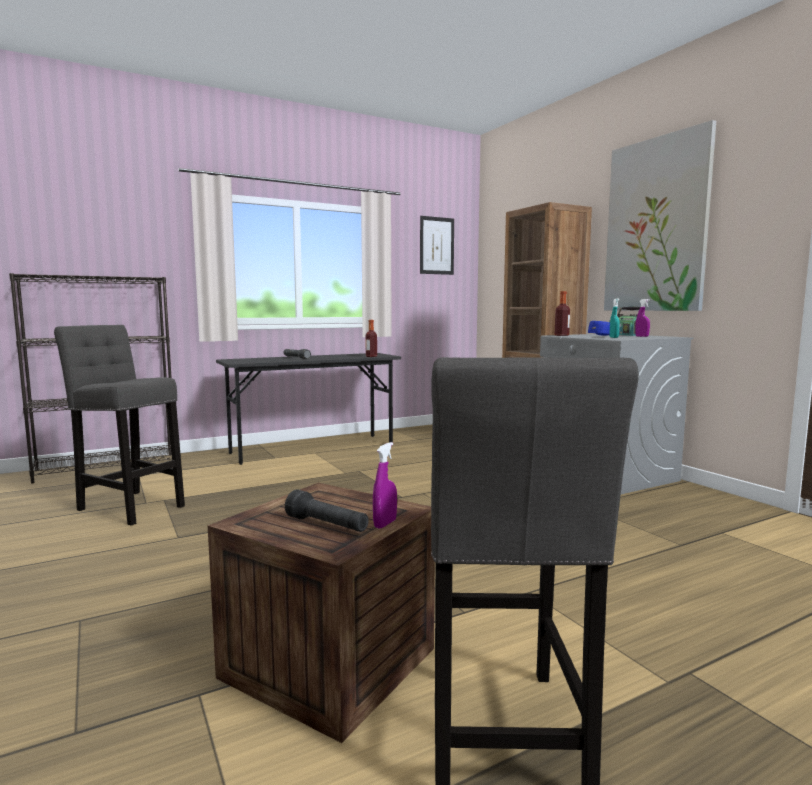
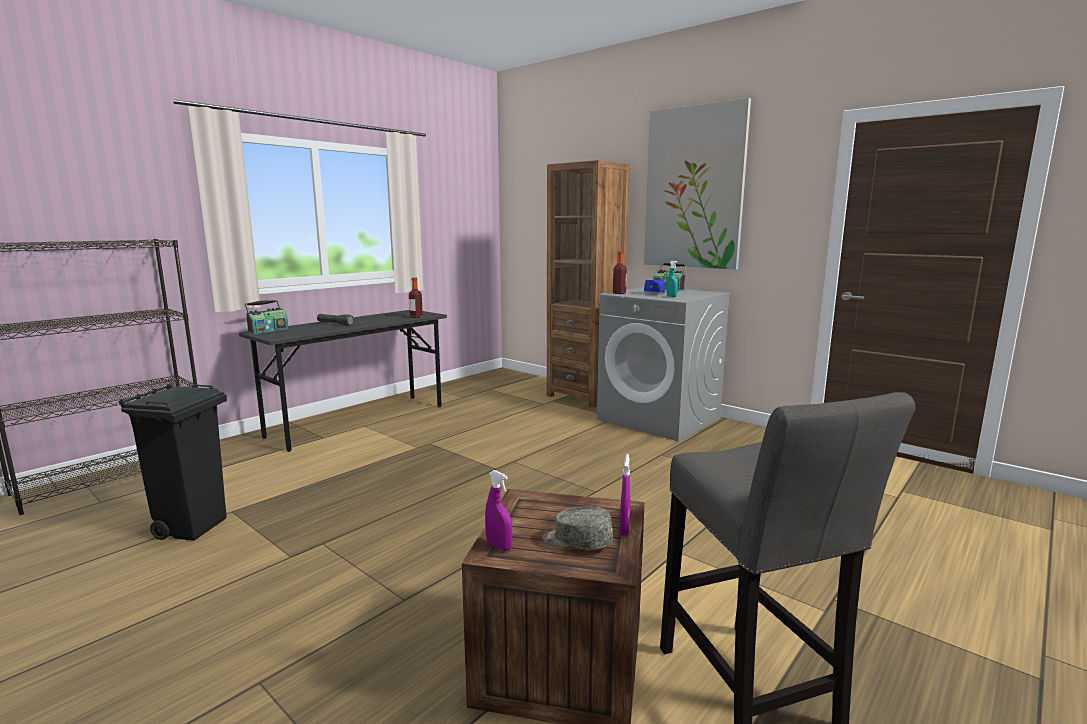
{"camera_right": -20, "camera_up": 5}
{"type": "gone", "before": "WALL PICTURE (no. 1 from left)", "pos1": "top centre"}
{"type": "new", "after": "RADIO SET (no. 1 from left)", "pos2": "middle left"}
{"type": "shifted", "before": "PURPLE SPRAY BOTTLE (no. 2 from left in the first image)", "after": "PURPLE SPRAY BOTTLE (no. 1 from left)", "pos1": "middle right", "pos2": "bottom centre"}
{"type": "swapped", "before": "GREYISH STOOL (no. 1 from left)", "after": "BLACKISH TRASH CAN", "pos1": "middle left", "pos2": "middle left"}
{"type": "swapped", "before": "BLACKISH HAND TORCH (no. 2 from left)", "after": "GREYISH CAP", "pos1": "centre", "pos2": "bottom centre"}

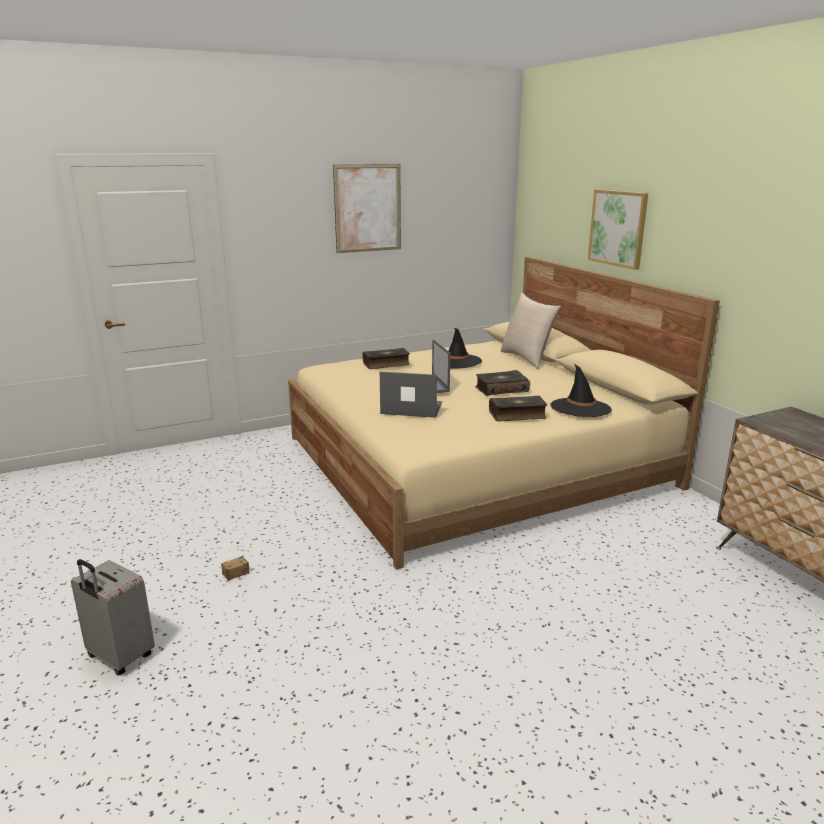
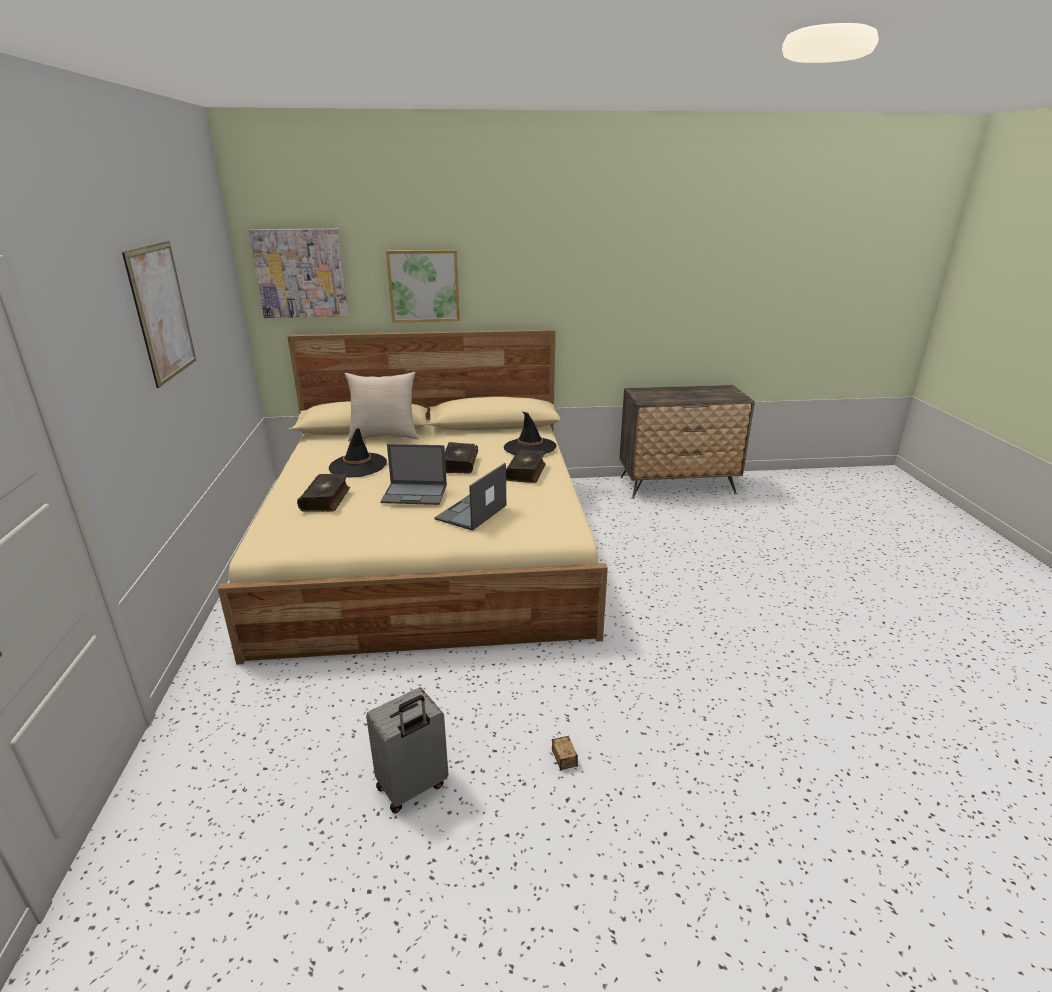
{"camera_right": -70, "camera_up": 5}
{"type": "new", "after": "WALL PICTURE (no. 2 from left)", "pos2": "top left"}
{"type": "shifted", "before": "GREYISH PIECE OF LUGGAGE", "pos1": "bottom left", "pos2": "bottom centre"}

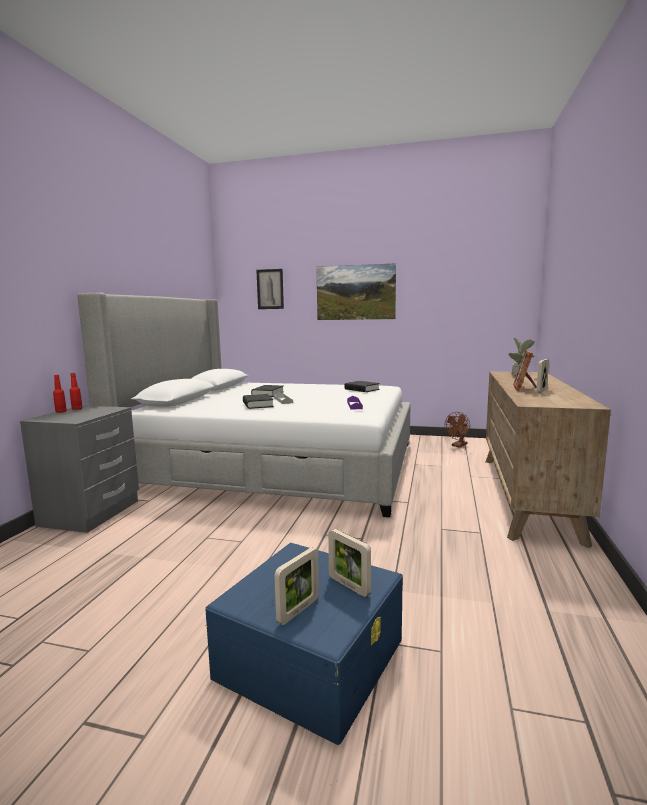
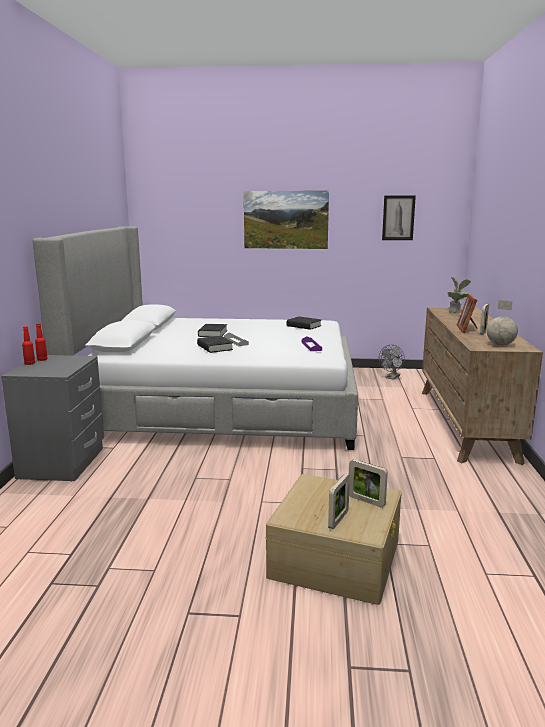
{"camera_right": -10, "camera_up": 5}
{"type": "new", "after": "WORLD GLOBE", "pos2": "middle right"}
{"type": "shifted", "before": "WALL PICTURE (no. 1 from left in the first image)", "after": "WALL PICTURE (no. 2 from left)", "pos1": "centre", "pos2": "top right"}
{"type": "repainted", "before": "BLUE STORAGE BOX", "after": "BEIGE STORAGE BOX", "pos1": "bottom centre", "pos2": "bottom centre"}
{"type": "repainted", "before": "BROWNISH FAN", "after": "GREYISH FAN", "pos1": "middle right", "pos2": "middle right"}

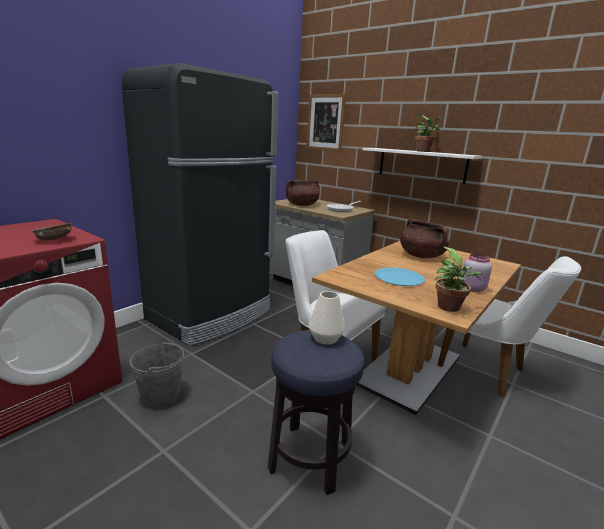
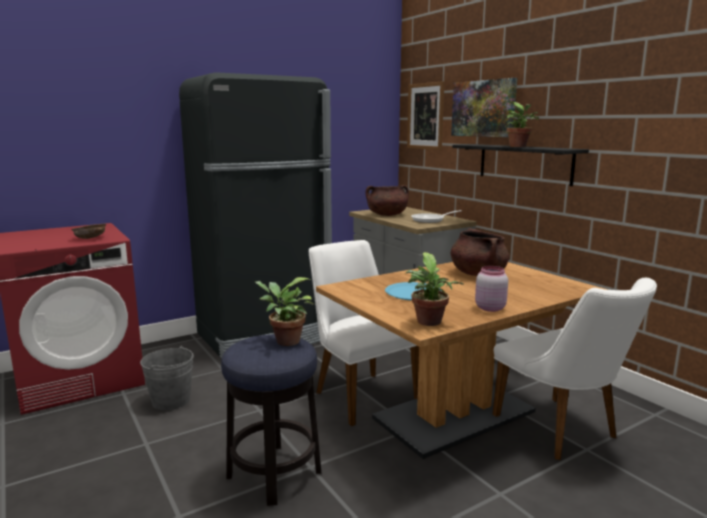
{"camera_right": 20, "camera_up": -5}
{"type": "new", "after": "WALL PICTURE (no. 2 from left)", "pos2": "top right"}
{"type": "swapped", "before": "WHITE-COLOURED FLOWER VASE", "after": "POTTED PLANT (no. 1 from left)", "pos1": "centre", "pos2": "centre"}
{"type": "repainted", "before": "WHITE-COLOURED WALL SHELF", "after": "BLACKISH WALL SHELF", "pos1": "top right", "pos2": "top right"}

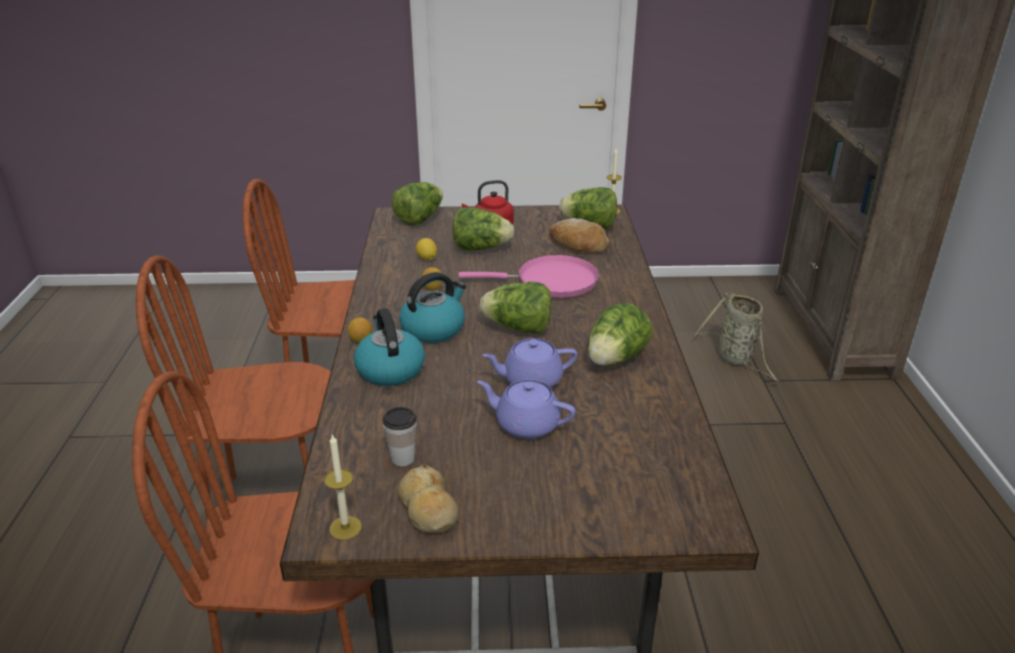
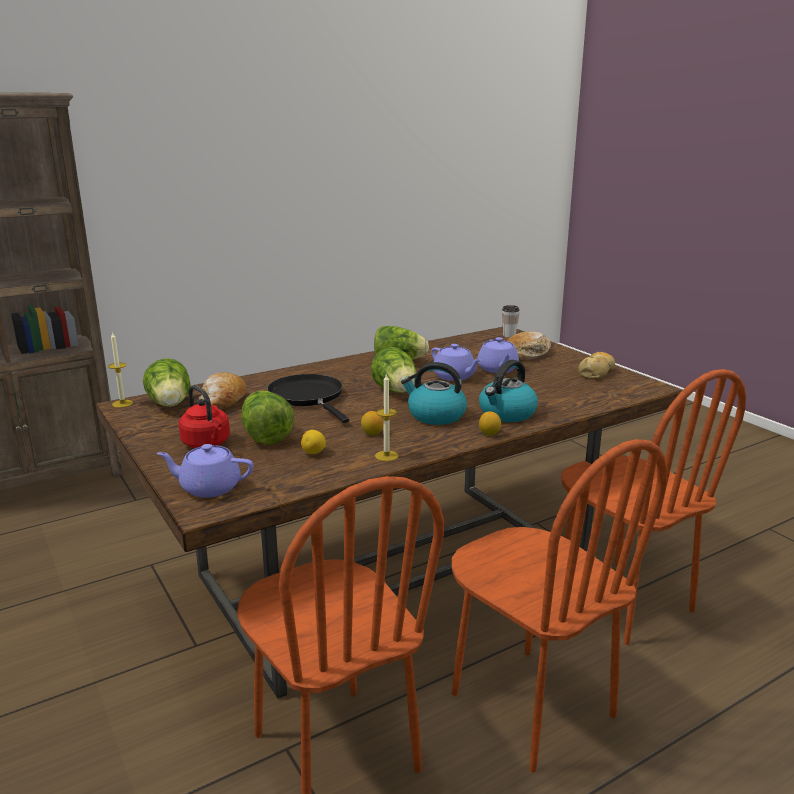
{"camera_right": -120, "camera_up": -10}
{"type": "gone", "before": "STORAGE BASKET", "pos1": "middle right"}
{"type": "new", "after": "BAKED BREAD (no. 2 from left)", "pos2": "centre"}
{"type": "shifted", "before": "WAX CANDLE (no. 1 from left in the first image)", "after": "WAX CANDLE (no. 2 from left)", "pos1": "bottom centre", "pos2": "centre"}
{"type": "shifted", "before": "DRINKING CUP", "pos1": "bottom centre", "pos2": "centre"}
{"type": "swapped", "before": "LETTUCE (no. 1 from left)", "after": "PURPLE TEA POT (no. 1 from left)", "pos1": "top centre", "pos2": "middle left"}
{"type": "repainted", "before": "PINK FRYING PAN", "after": "BLACKISH FRYING PAN", "pos1": "centre", "pos2": "centre"}

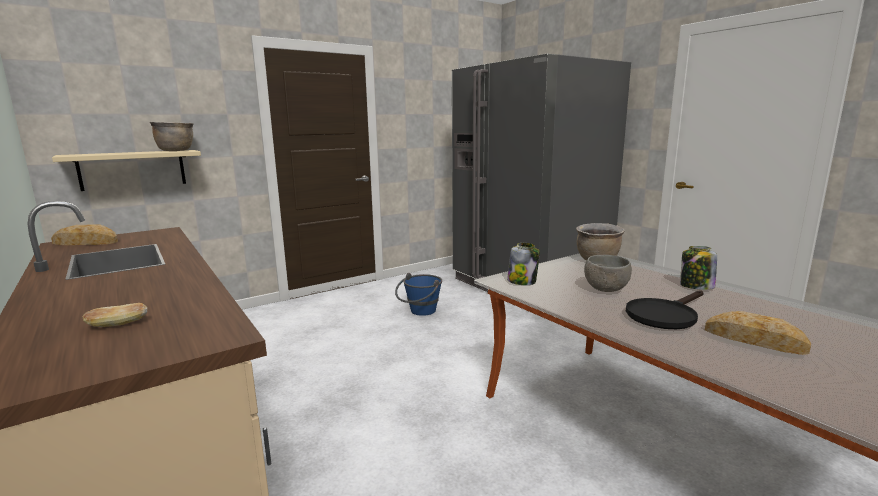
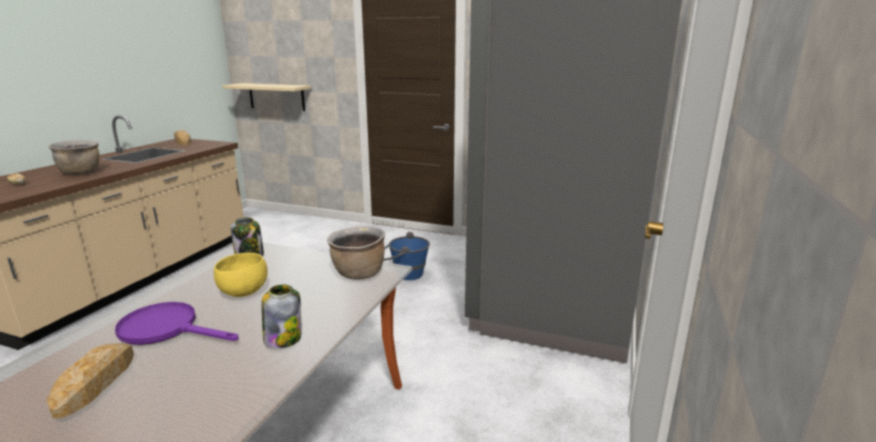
{"camera_right": 55, "camera_up": 5}
{"type": "shifted", "before": "BROWNISH SAUCEPOT (no. 1 from left)", "pos1": "top left", "pos2": "middle left"}
{"type": "repainted", "before": "GREYISH BOWL", "after": "YELLOWISH BOWL", "pos1": "middle right", "pos2": "middle left"}
{"type": "repainted", "before": "BLACKISH FRYING PAN", "after": "PURPLE FRYING PAN", "pos1": "middle right", "pos2": "bottom left"}

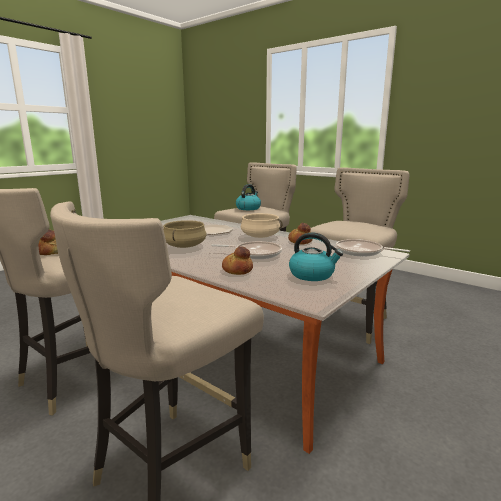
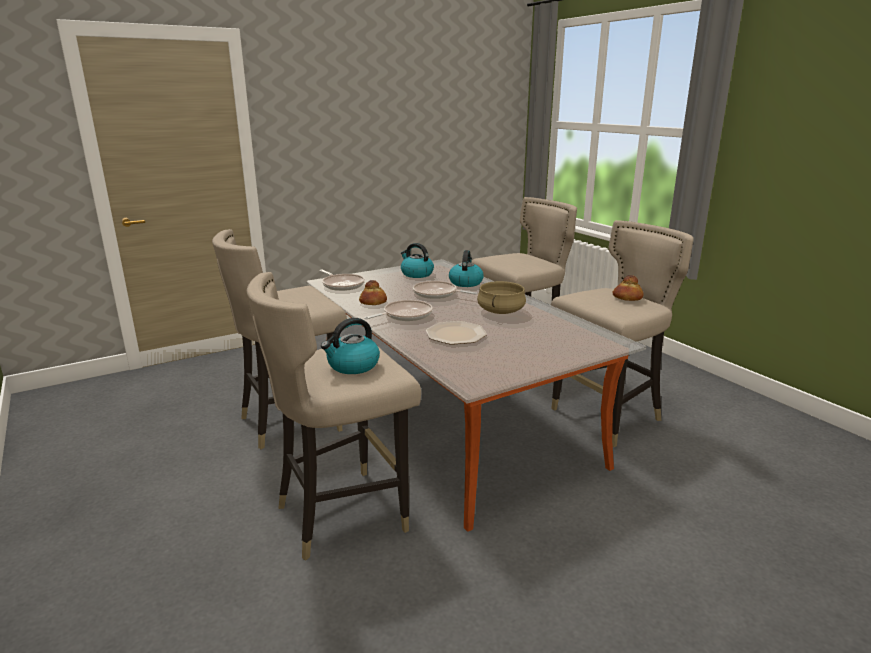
{"camera_right": -160, "camera_up": 5}
{"type": "swapped", "before": "BAKED BREAD (no. 2 from left)", "after": "TEA KETTLE (no. 3 from left)", "pos1": "centre", "pos2": "centre"}
{"type": "swapped", "before": "BEIGE SAUCEPOT (no. 2 from left)", "after": "FRYING PAN (no. 2 from left)", "pos1": "centre", "pos2": "centre"}

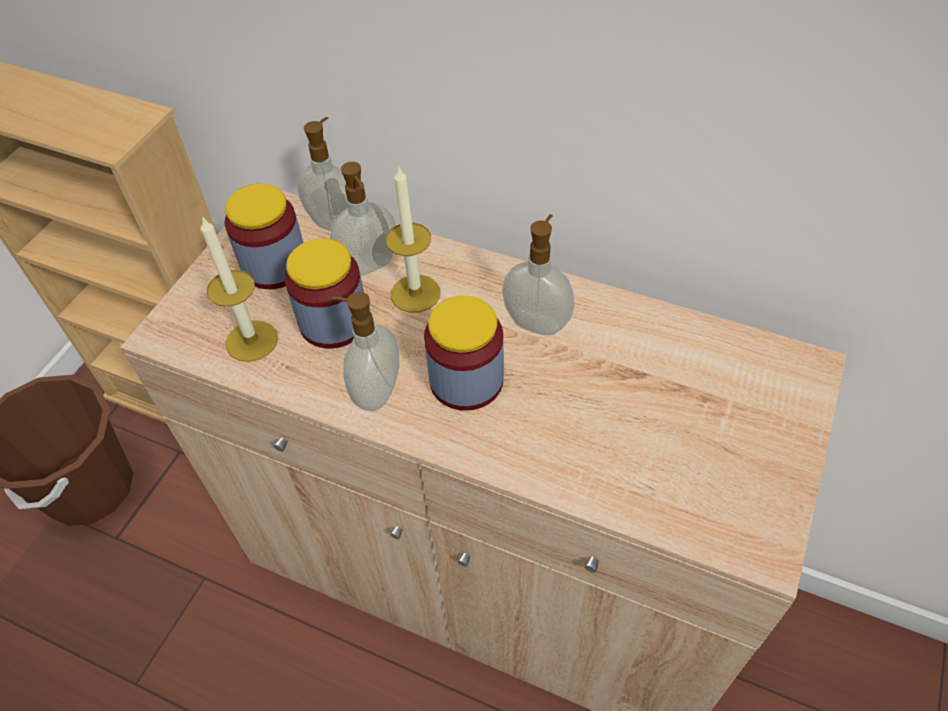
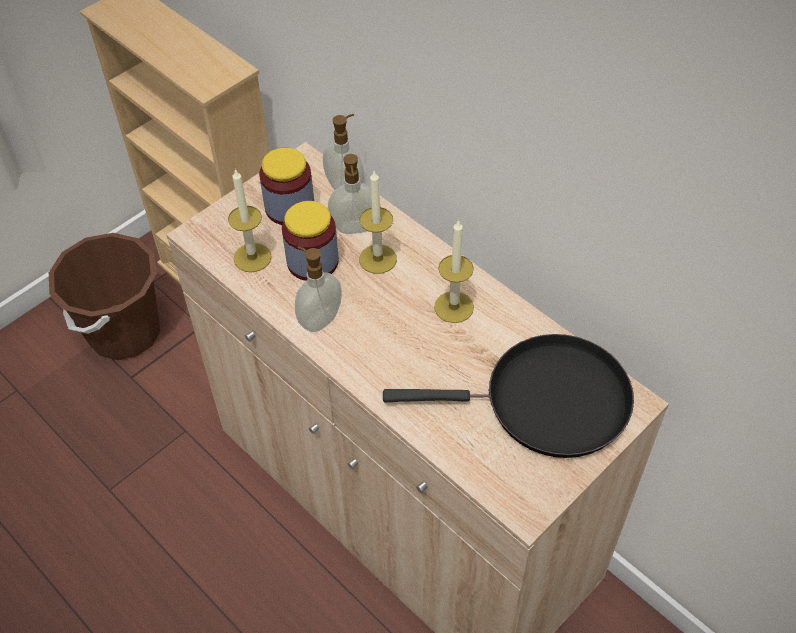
{"camera_right": 20, "camera_up": 0}
{"type": "gone", "before": "PRESERVE JAR (no. 3 from left)", "pos1": "centre"}
{"type": "new", "after": "BLACKISH FRYING PAN", "pos2": "centre"}
{"type": "swapped", "before": "SOAP DISPENSER (no. 4 from left)", "after": "WAX CANDLE (no. 3 from left)", "pos1": "centre", "pos2": "centre"}

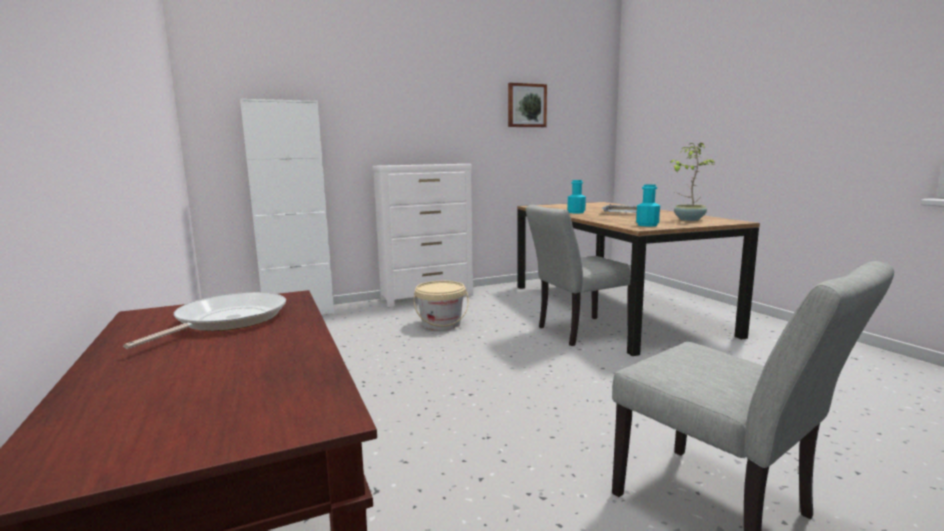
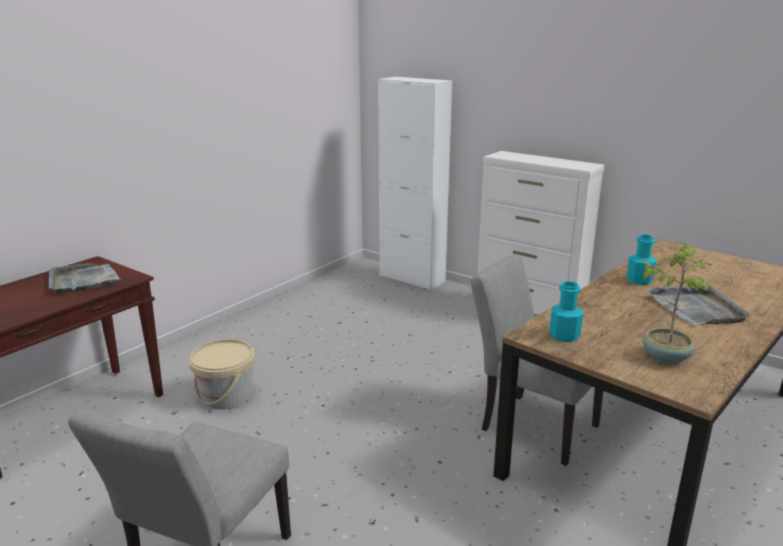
{"camera_right": 60, "camera_up": 10}
{"type": "gone", "before": "WALL PICTURE", "pos1": "top centre"}
{"type": "shifted", "before": "BEIGE BUCKET", "pos1": "centre", "pos2": "bottom left"}
{"type": "swapped", "before": "FRYING PAN", "after": "GREYISH SERVING TRAY (no. 1 from left)", "pos1": "middle left", "pos2": "middle left"}

